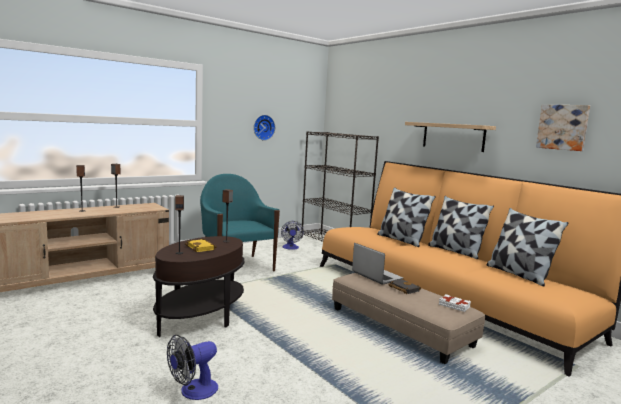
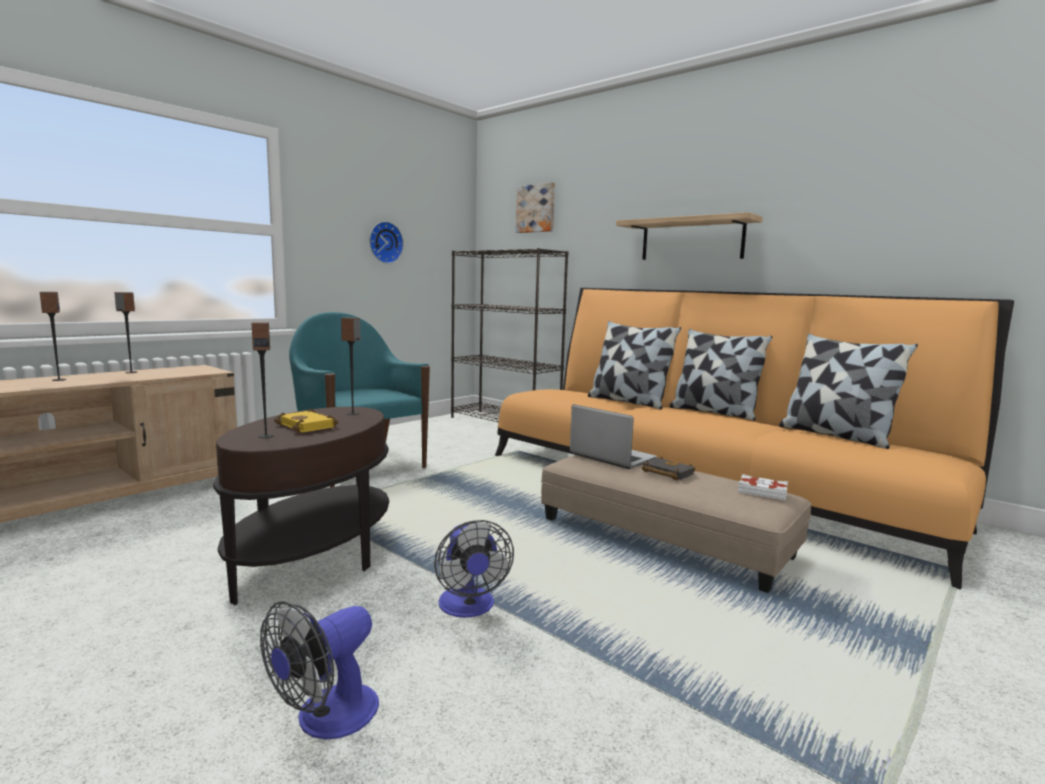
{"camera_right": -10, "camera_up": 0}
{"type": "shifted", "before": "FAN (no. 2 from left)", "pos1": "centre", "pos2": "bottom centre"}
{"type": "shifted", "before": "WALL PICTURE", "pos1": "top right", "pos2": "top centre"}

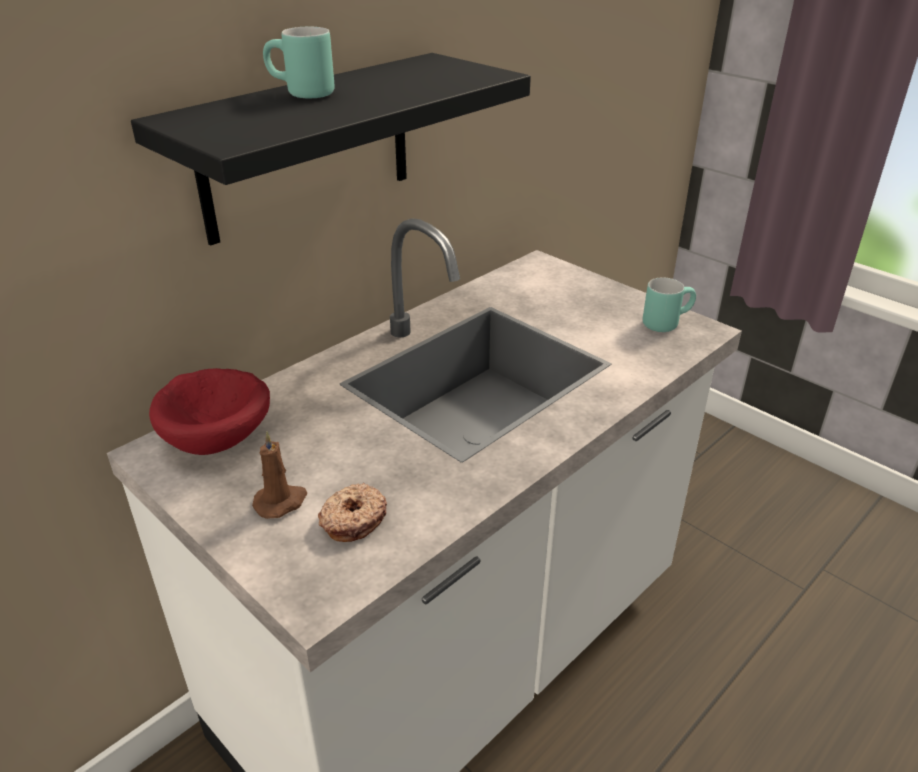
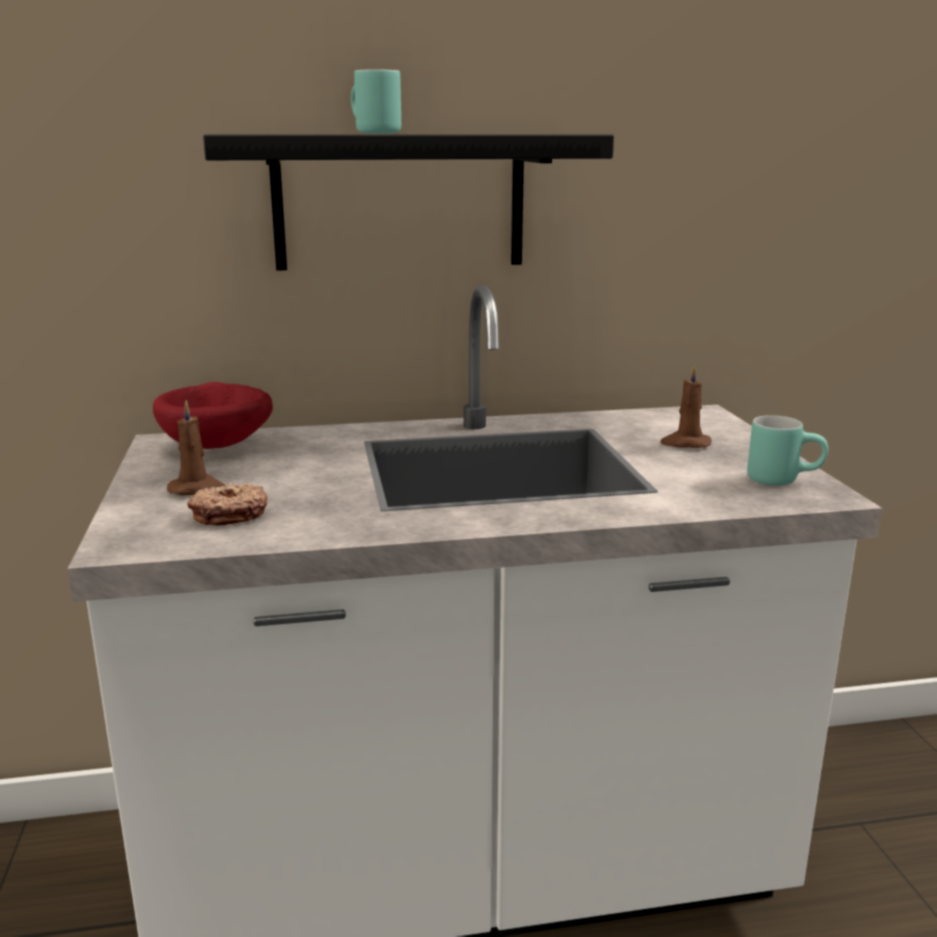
{"camera_right": 35, "camera_up": -15}
{"type": "new", "after": "BROWNISH WAX CANDLE (no. 2 from left)", "pos2": "middle right"}

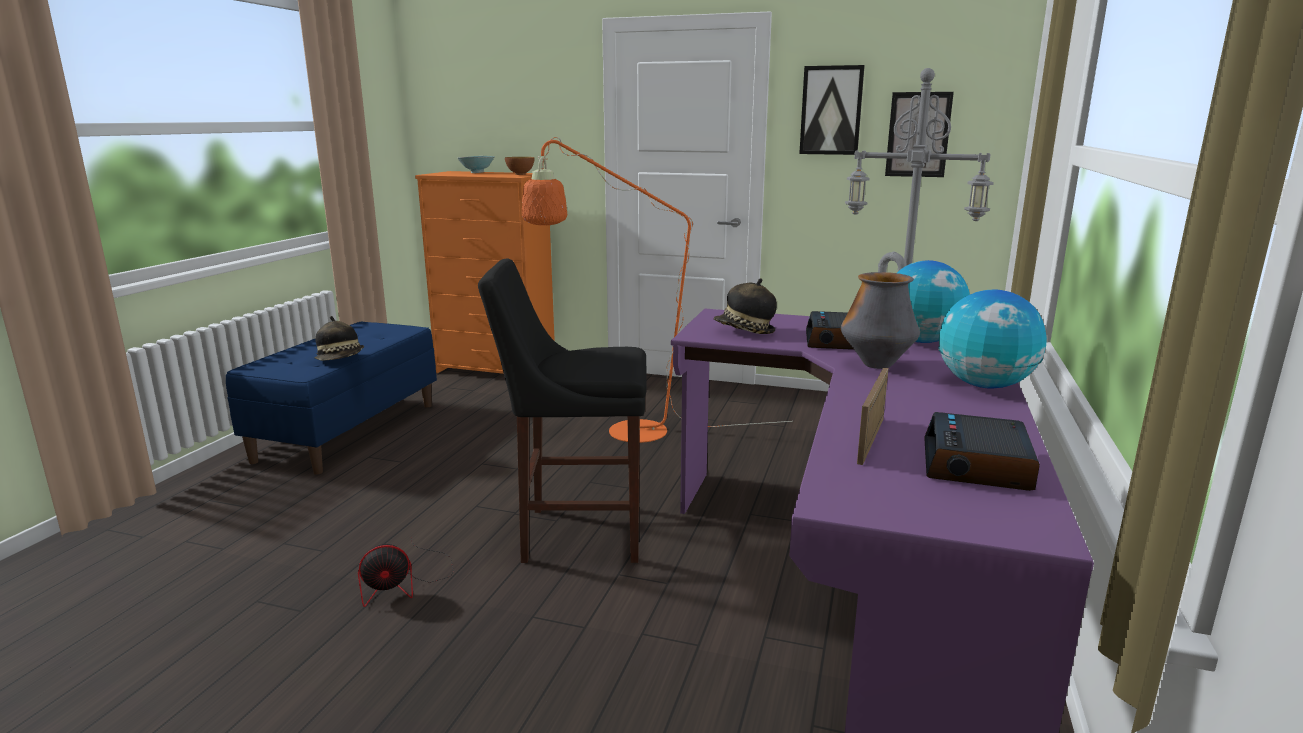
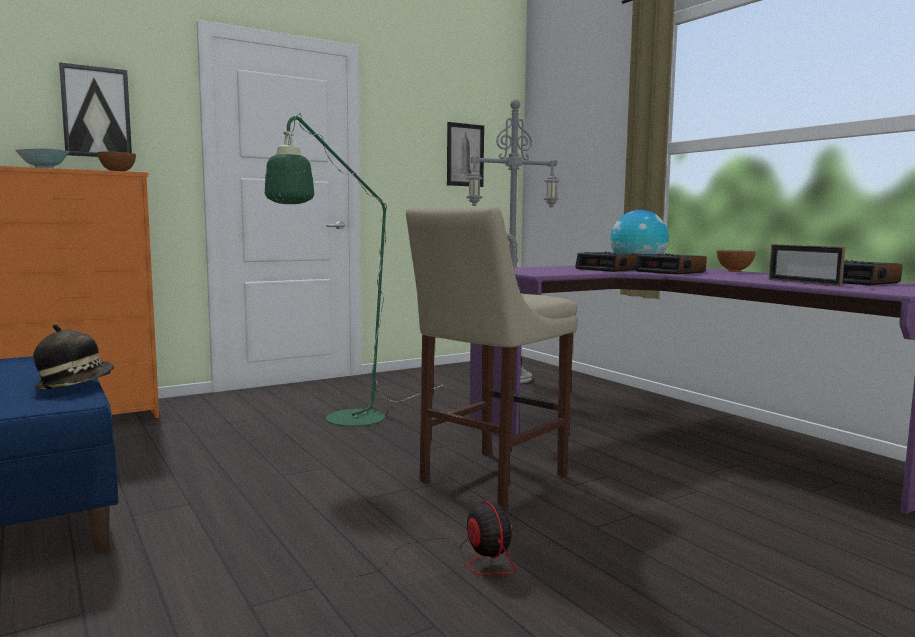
{"camera_right": -50, "camera_up": -10}
{"type": "gone", "before": "HAT (no. 2 from left)", "pos1": "centre"}
{"type": "shifted", "before": "WALL PICTURE (no. 1 from left)", "pos1": "top centre", "pos2": "top left"}
{"type": "swapped", "before": "FLOWER VASE", "after": "BEDSIDE CLOCK (no. 2 from left)", "pos1": "middle right", "pos2": "middle right"}
{"type": "swapped", "before": "WORLD GLOBE (no. 2 from left)", "after": "BOWL (no. 3 from left)", "pos1": "middle right", "pos2": "middle right"}
{"type": "repainted", "before": "BLACKISH STOOL", "after": "BEIGE STOOL", "pos1": "centre", "pos2": "centre"}
{"type": "repainted", "before": "ORANGE-COLOURED FLOOR LAMP", "after": "GREEN FLOOR LAMP", "pos1": "centre", "pos2": "centre"}
{"type": "rotated", "before": "FAN", "pos1": "bottom left", "pos2": "bottom centre", "turn": -45}

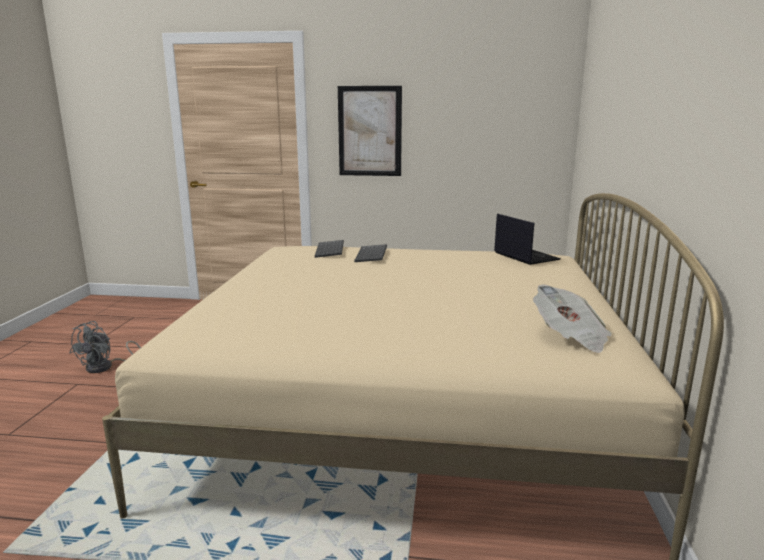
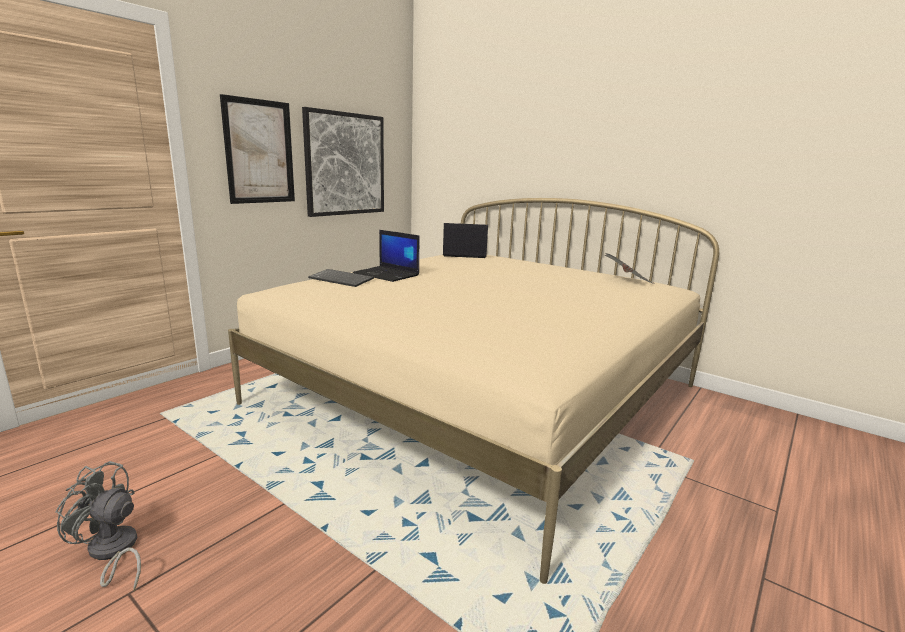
{"camera_right": -60, "camera_up": 0}
{"type": "new", "after": "WALL PICTURE (no. 2 from left)", "pos2": "top centre"}
{"type": "swapped", "before": "KEYBOARD (no. 2 from left)", "after": "PORTABLE COMPUTER (no. 1 from left)", "pos1": "centre", "pos2": "centre"}
{"type": "rotated", "before": "GREYISH FAN", "pos1": "middle left", "pos2": "bottom left", "turn": 150}

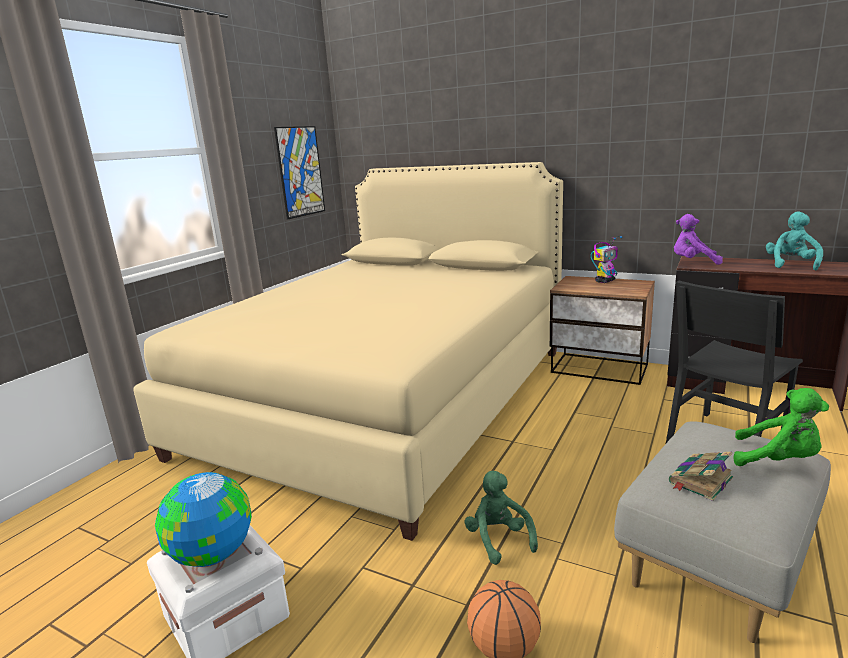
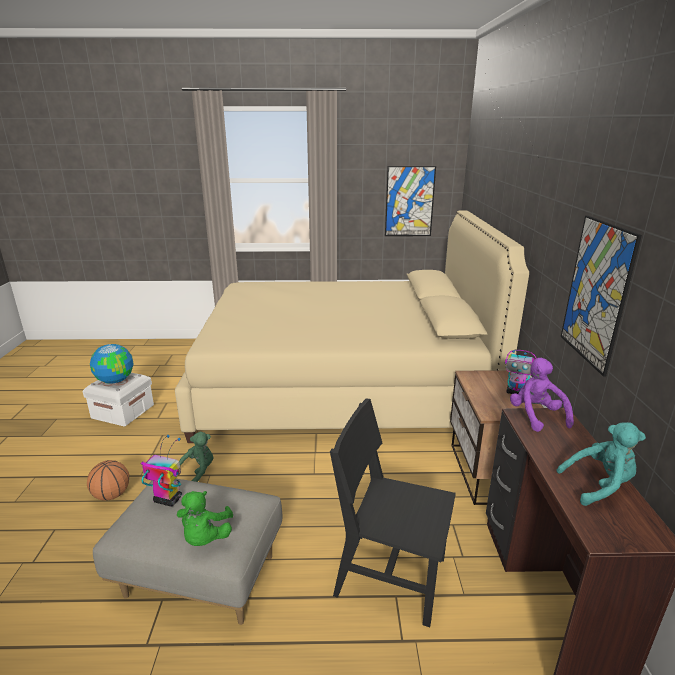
{"camera_right": 60, "camera_up": 5}
{"type": "new", "after": "WALL PICTURE (no. 2 from left)", "pos2": "middle right"}
{"type": "swapped", "before": "BOUND BOOK", "after": "TOY ROBOT (no. 1 from left)", "pos1": "bottom right", "pos2": "bottom left"}

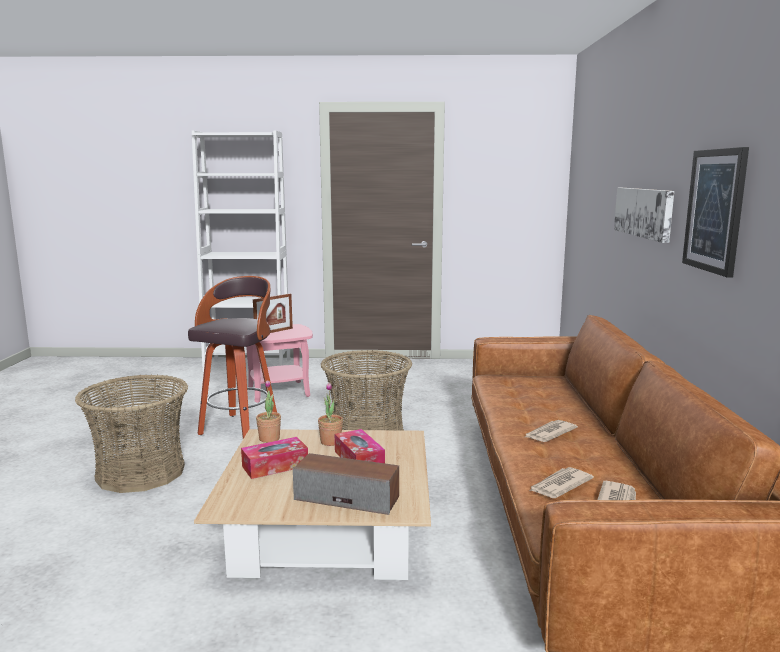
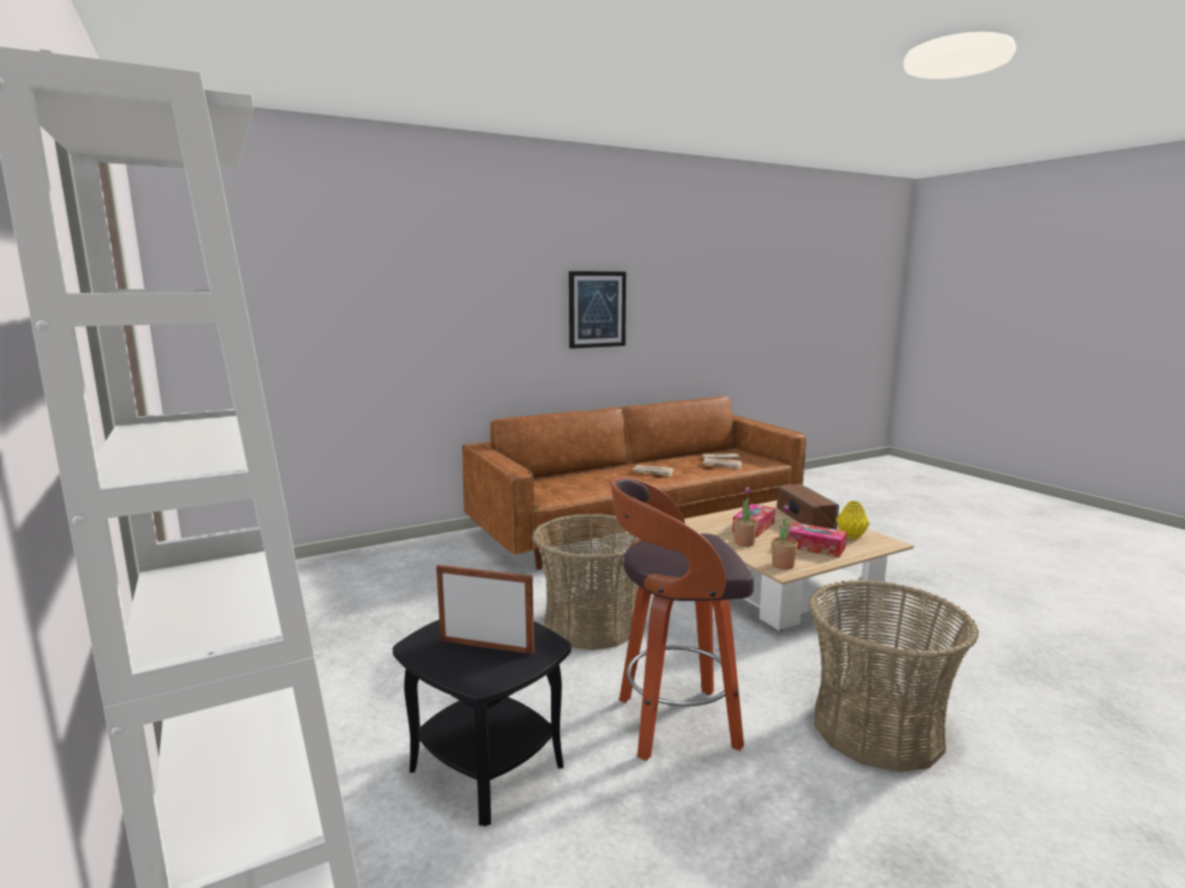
{"camera_right": -120, "camera_up": 0}
{"type": "gone", "before": "WALL PICTURE (no. 1 from left)", "pos1": "top right"}
{"type": "new", "after": "YELLOWISH FLOWER VASE", "pos2": "middle right"}
{"type": "repainted", "before": "PINK ACCENT TABLE", "after": "BLACKISH ACCENT TABLE", "pos1": "centre", "pos2": "bottom centre"}

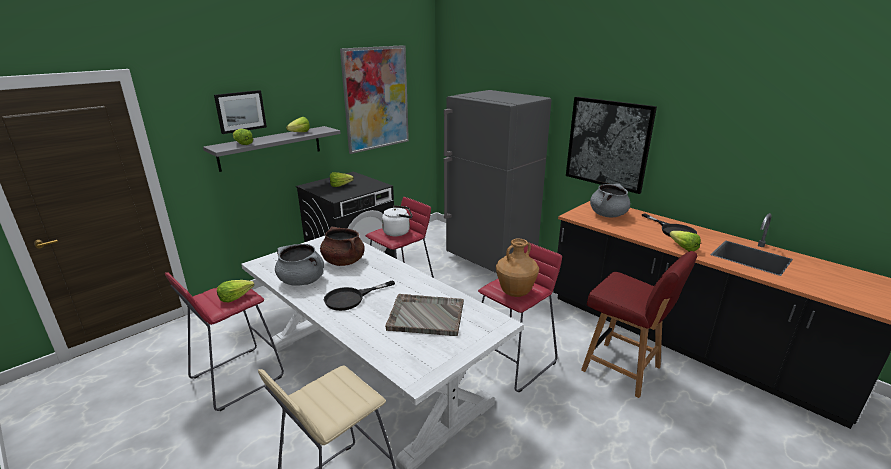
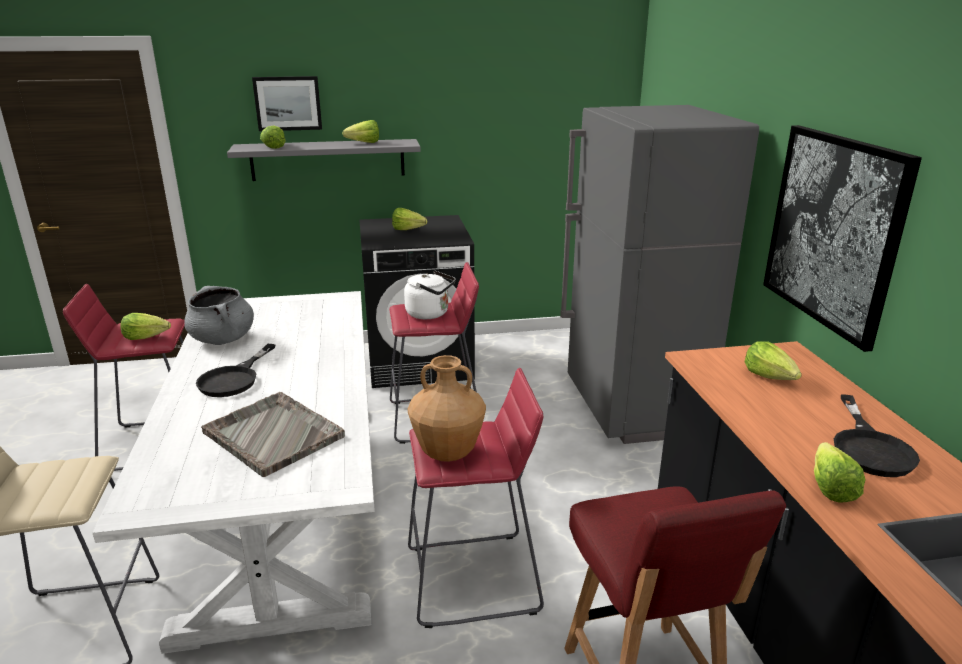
{"camera_right": 35, "camera_up": 0}
{"type": "gone", "before": "BROWNISH SAUCEPOT", "pos1": "centre"}
{"type": "gone", "before": "WALL PICTURE (no. 2 from left)", "pos1": "top centre"}
{"type": "swapped", "before": "GREYISH SAUCEPOT (no. 2 from left)", "after": "LETTUCE (no. 5 from left)", "pos1": "middle right", "pos2": "middle right"}
{"type": "rotated", "before": "BLACKISH FRYING PAN (no. 1 from left)", "pos1": "centre", "pos2": "middle left", "turn": -75}

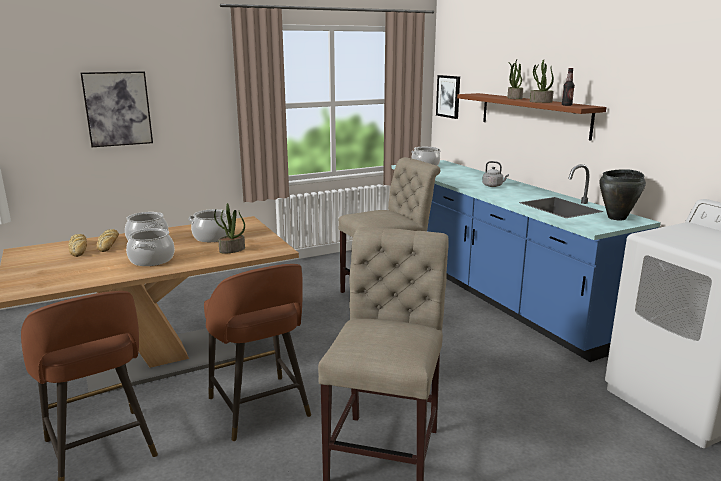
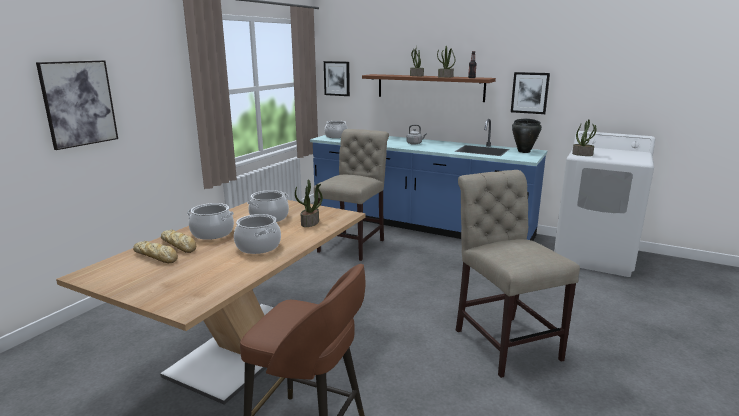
{"camera_right": -35, "camera_up": 0}
{"type": "gone", "before": "BROWNISH STOOL (no. 2 from left)", "pos1": "bottom centre"}
{"type": "new", "after": "WALL PICTURE (no. 3 from left)", "pos2": "top right"}
{"type": "new", "after": "POTTED PLANT (no. 4 from left)", "pos2": "top right"}

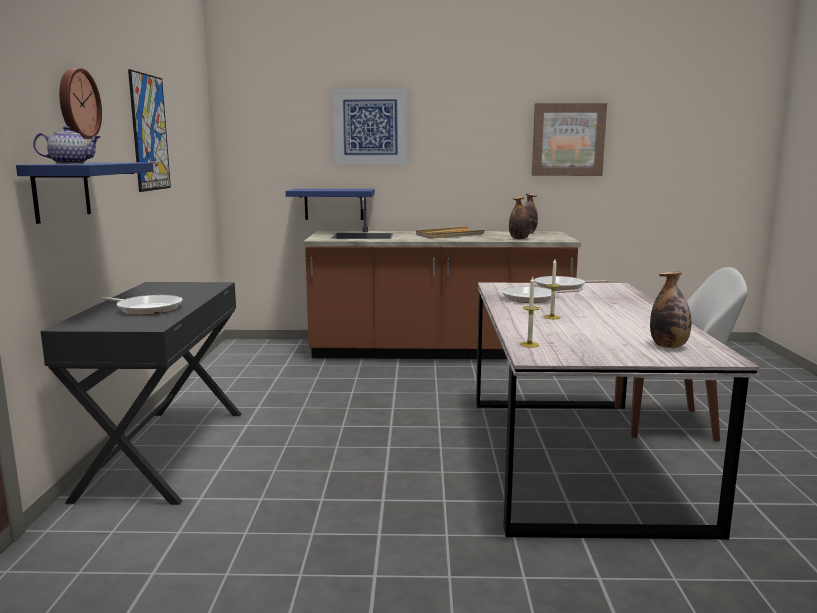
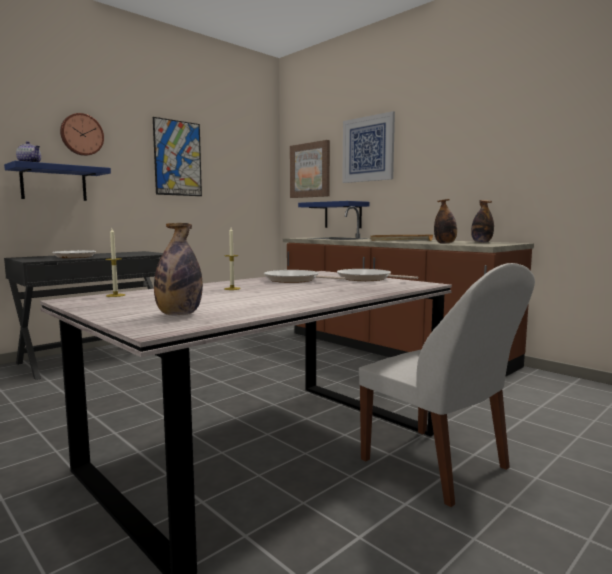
{"camera_right": 45, "camera_up": -5}
{"type": "shifted", "before": "WALL PICTURE (no. 3 from left in the first image)", "after": "WALL PICTURE (no. 2 from left)", "pos1": "top right", "pos2": "top centre"}

